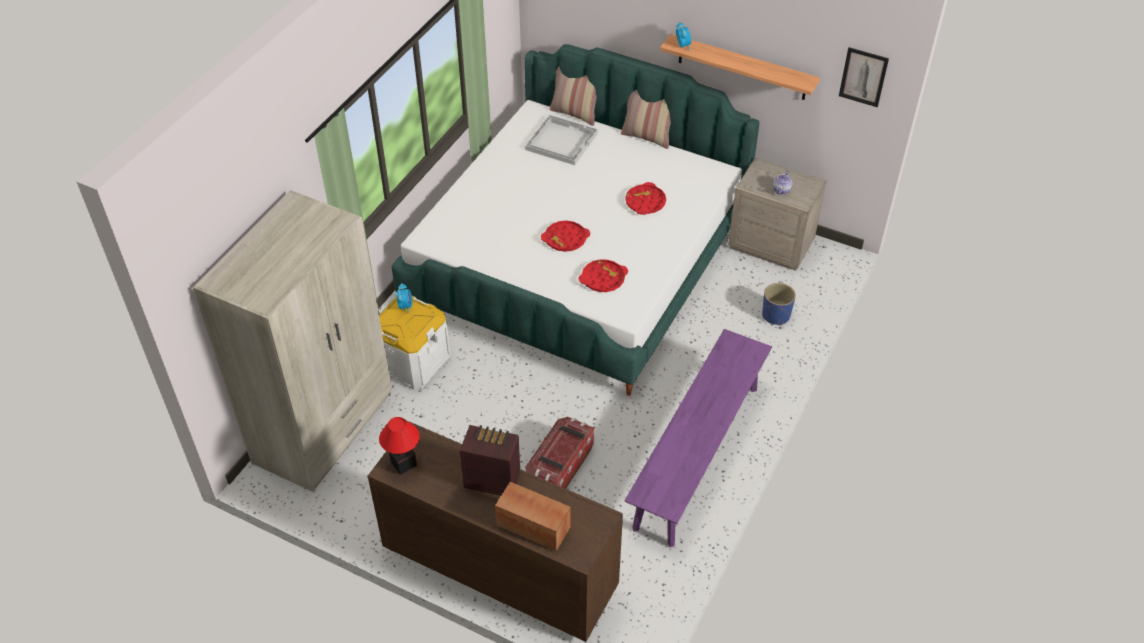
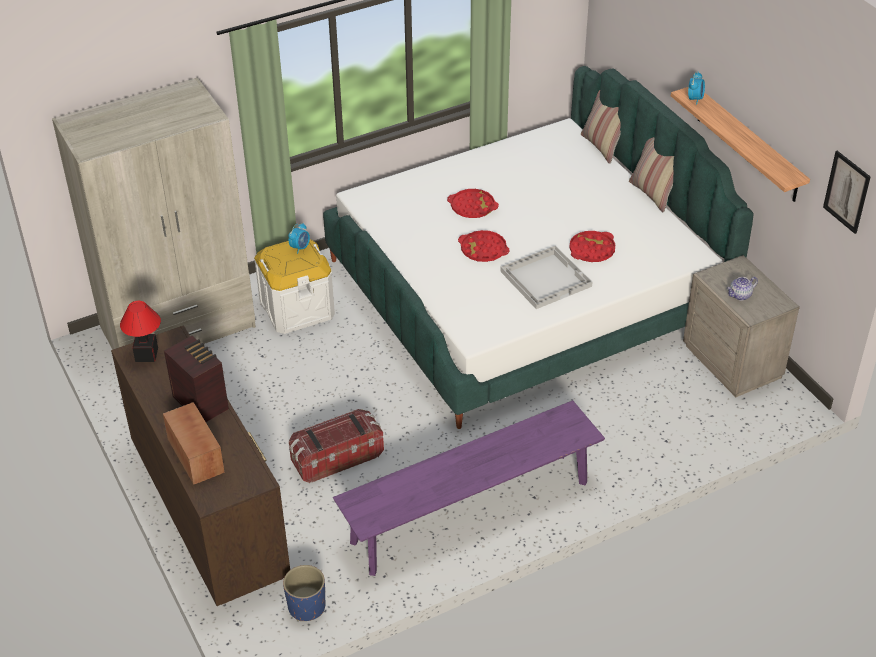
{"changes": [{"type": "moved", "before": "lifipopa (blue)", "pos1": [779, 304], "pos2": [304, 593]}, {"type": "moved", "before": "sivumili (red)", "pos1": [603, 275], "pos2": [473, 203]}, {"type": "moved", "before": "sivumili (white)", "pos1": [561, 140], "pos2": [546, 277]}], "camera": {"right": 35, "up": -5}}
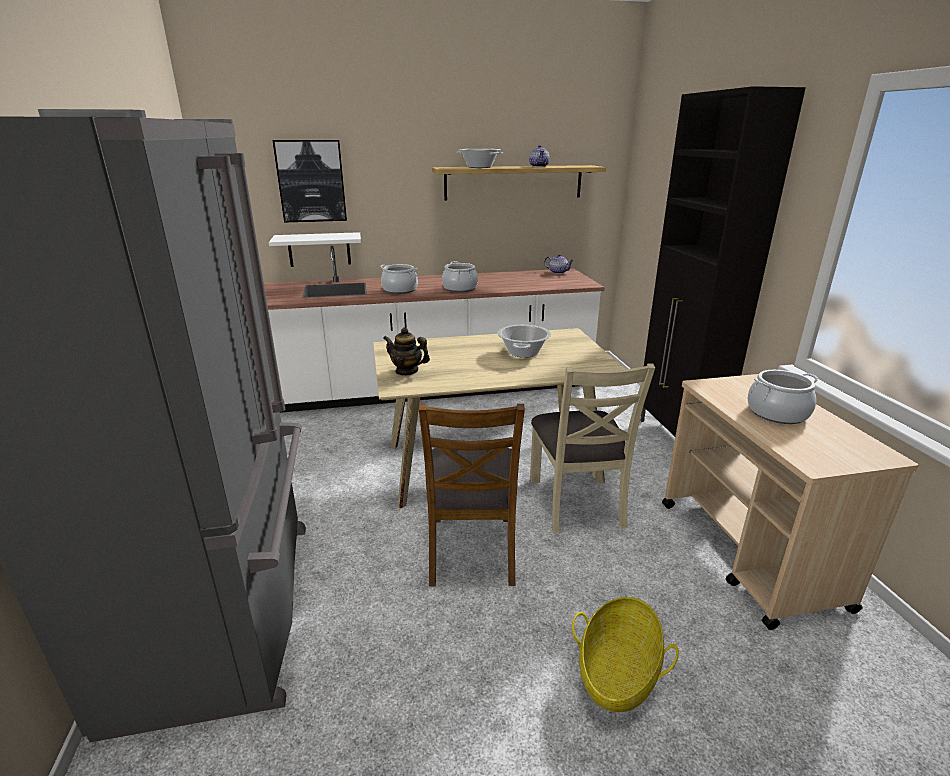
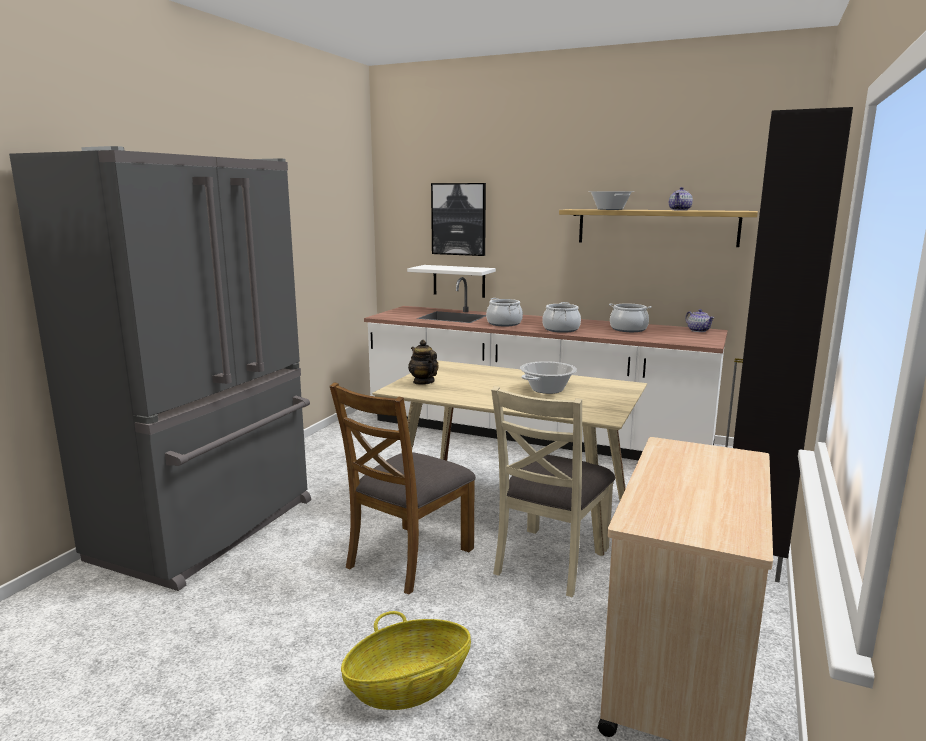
{"changes": [{"type": "moved", "before": "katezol", "pos1": [783, 397], "pos2": [630, 317]}], "camera": {"right": 35, "up": -10}}
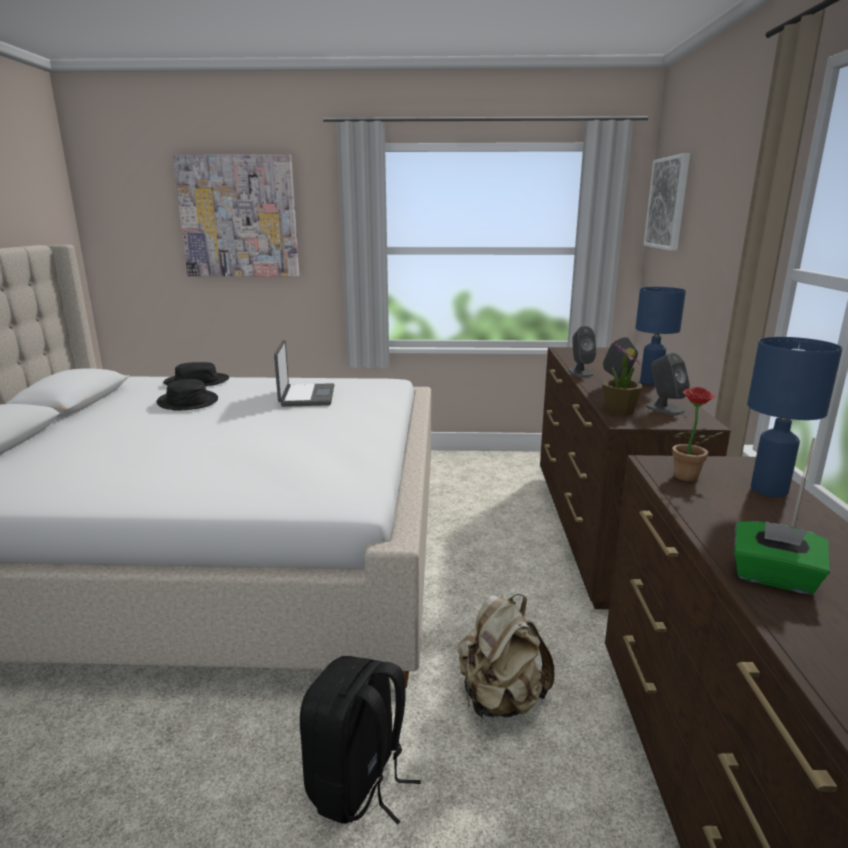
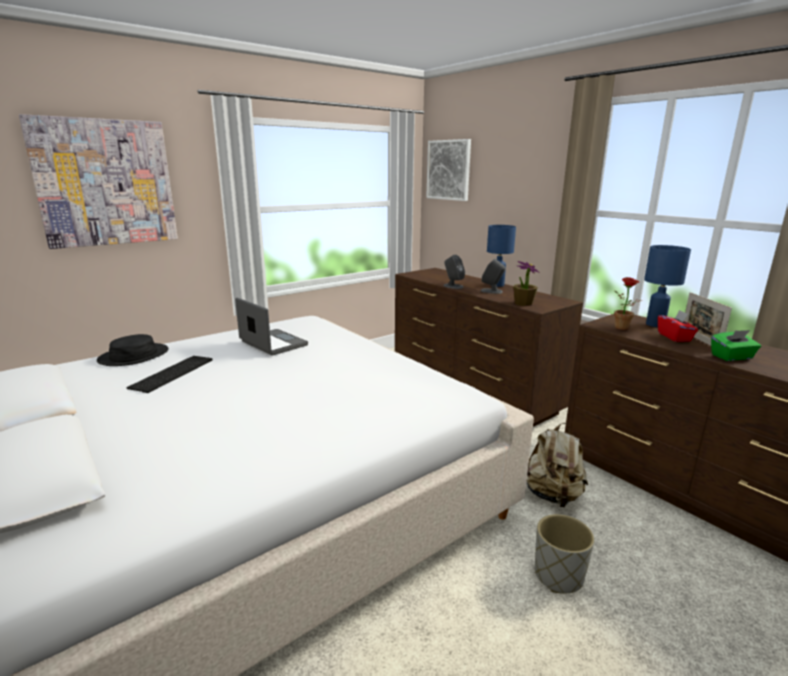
{"changes": [{"type": "replaced", "before": "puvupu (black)", "after": "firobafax", "pos1": [187, 395], "pos2": [169, 374]}, {"type": "replaced", "before": "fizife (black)", "after": "lifipopa (grey)", "pos1": [360, 740], "pos2": [564, 553]}, {"type": "added", "after": "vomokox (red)", "pos2": [678, 326]}, {"type": "removed", "before": "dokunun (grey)", "pos1": [668, 383]}], "camera": {"right": -40, "up": 0}}
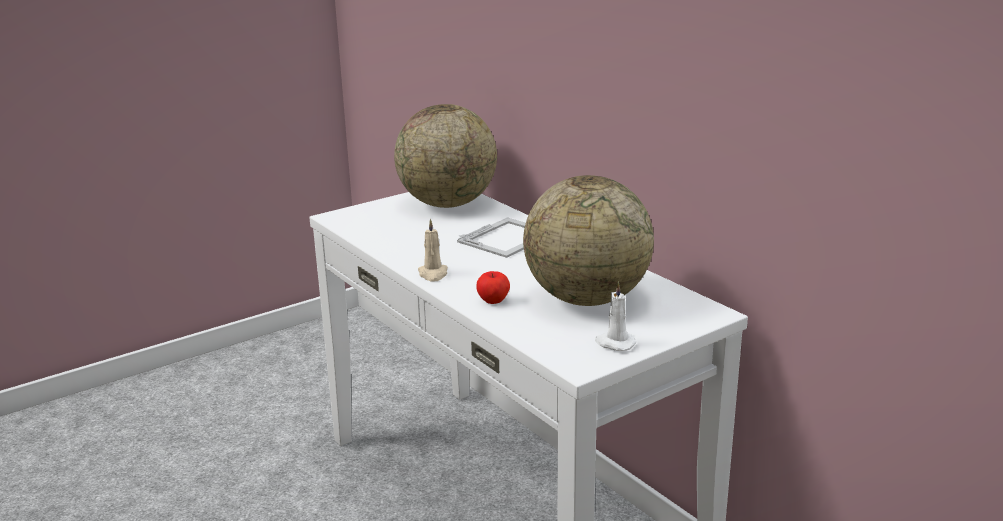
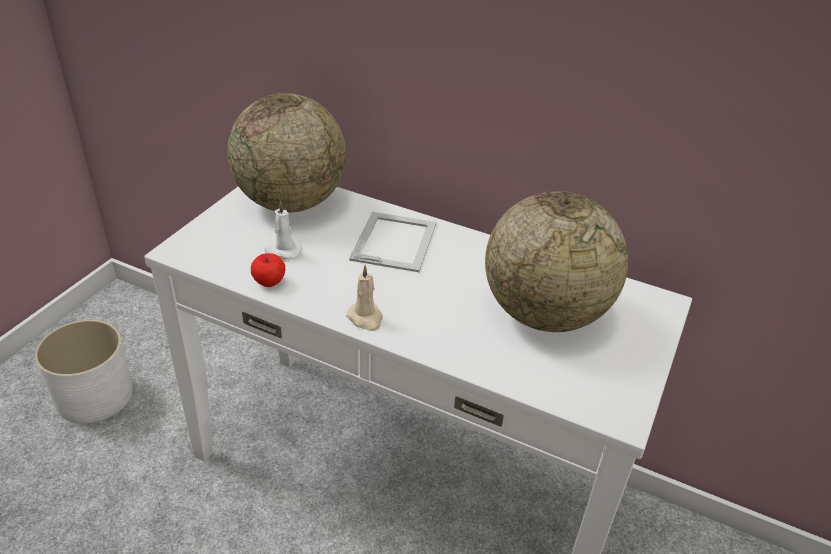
{"changes": [{"type": "added", "after": "lifipopa (white)", "pos2": [84, 372]}, {"type": "moved", "before": "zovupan", "pos1": [493, 287], "pos2": [268, 270]}, {"type": "moved", "before": "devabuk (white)", "pos1": [615, 316], "pos2": [283, 230]}], "camera": {"right": -30, "up": 15}}
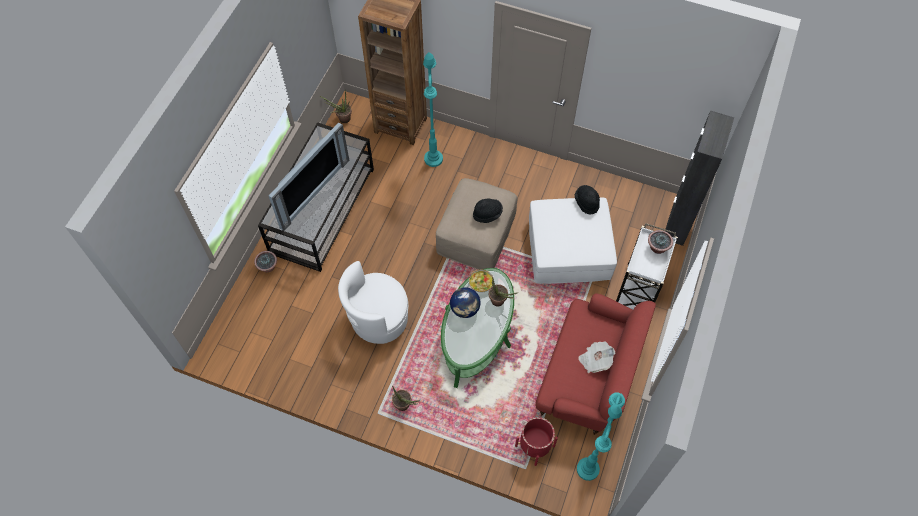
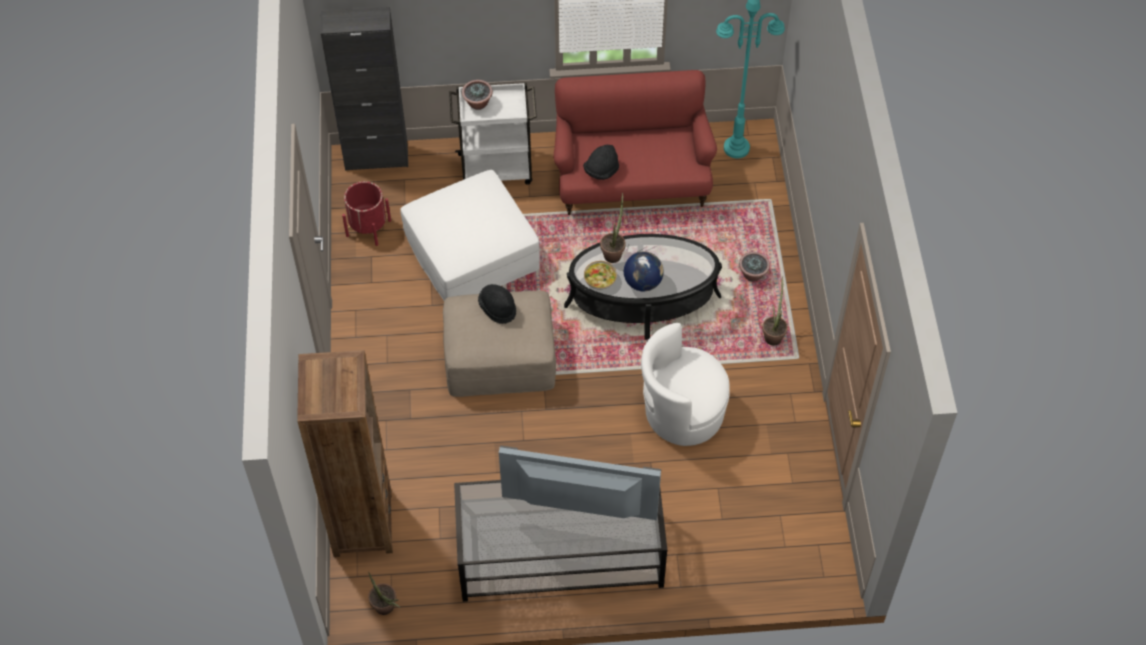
{"changes": [{"type": "moved", "before": "lifipopa (red)", "pos1": [536, 441], "pos2": [366, 213]}, {"type": "recoloured", "before": "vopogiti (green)", "after": "vopogiti (black)", "pos1": [477, 328], "pos2": [643, 287]}, {"type": "moved", "before": "puvupu (black)", "pos1": [587, 199], "pos2": [601, 162]}, {"type": "turned", "before": "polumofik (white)", "pos1": [373, 302], "pos2": [685, 384], "turn": 135}, {"type": "moved", "before": "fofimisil", "pos1": [265, 261], "pos2": [754, 267]}, {"type": "removed", "before": "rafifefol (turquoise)", "pos1": [433, 109]}, {"type": "removed", "before": "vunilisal", "pos1": [596, 357]}], "camera": {"right": -115, "up": -5}}
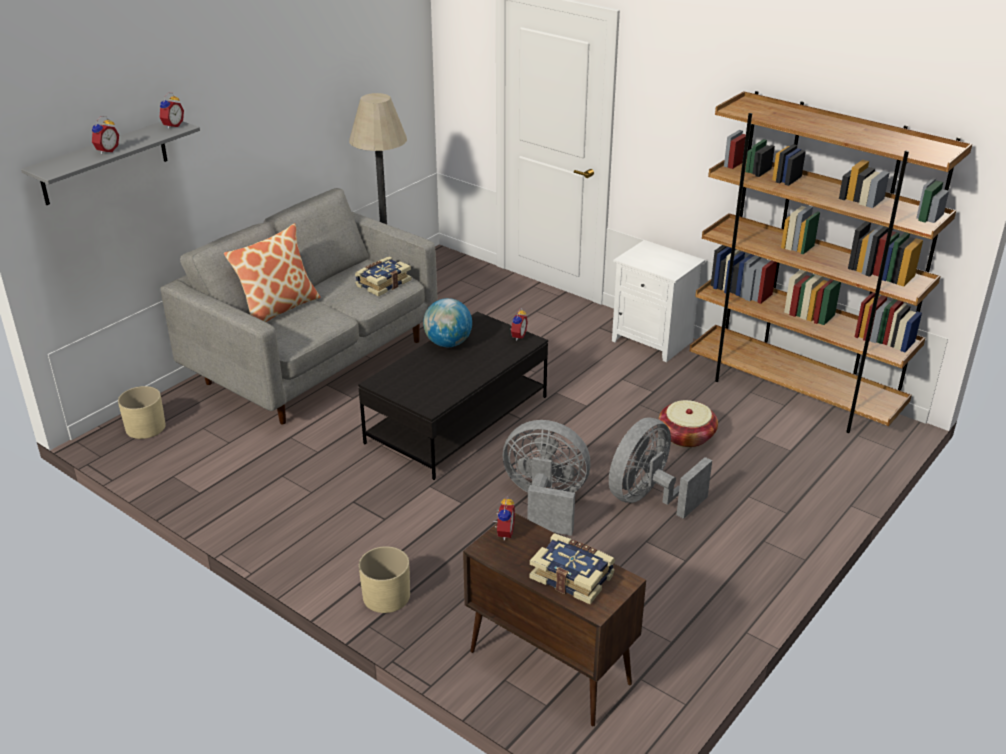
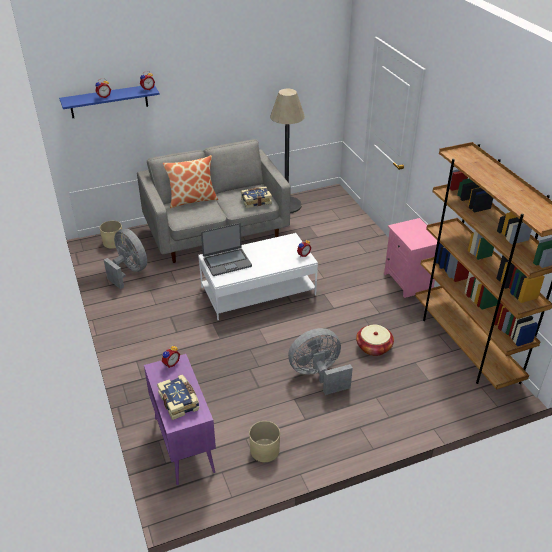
{"changes": [{"type": "recoloured", "before": "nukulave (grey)", "after": "nukulave (blue)", "pos1": [110, 163], "pos2": [109, 101]}, {"type": "moved", "before": "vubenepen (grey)", "pos1": [546, 478], "pos2": [125, 258]}, {"type": "recoloured", "before": "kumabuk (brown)", "after": "kumabuk (purple)", "pos1": [554, 620], "pos2": [180, 419]}, {"type": "recoloured", "before": "vopogiti (black)", "after": "vopogiti (white)", "pos1": [453, 396], "pos2": [258, 276]}, {"type": "added", "after": "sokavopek", "pos2": [226, 249]}, {"type": "moved", "before": "lifipopa (beige)", "pos1": [384, 579], "pos2": [264, 441]}, {"type": "recoloured", "before": "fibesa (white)", "after": "fibesa (pink)", "pos1": [658, 301], "pos2": [410, 258]}, {"type": "removed", "before": "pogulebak", "pos1": [447, 322]}], "camera": {"right": 30, "up": 5}}
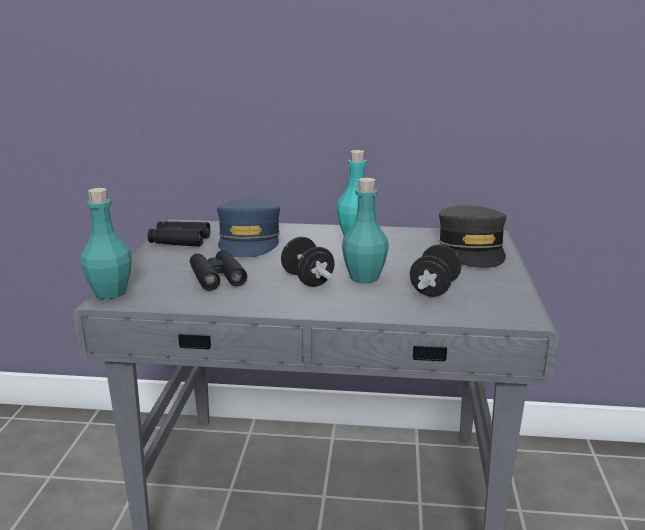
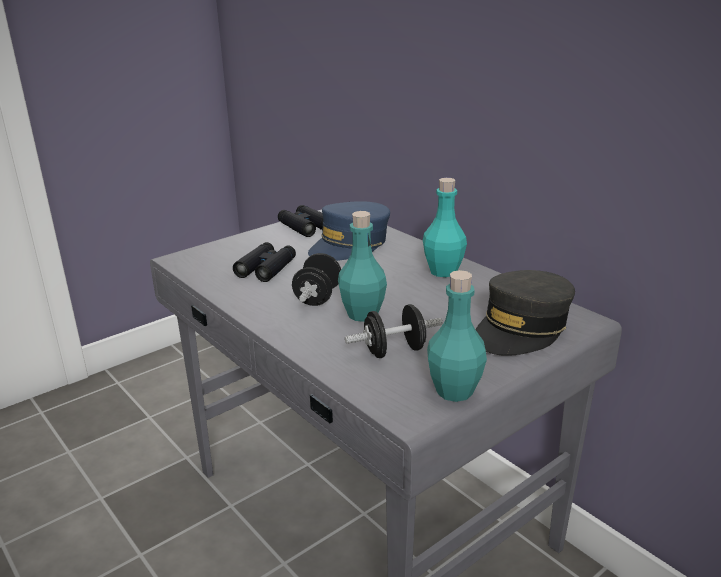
{"changes": [{"type": "moved", "before": "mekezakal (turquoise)", "pos1": [106, 243], "pos2": [457, 336]}], "camera": {"right": 45, "up": 5}}
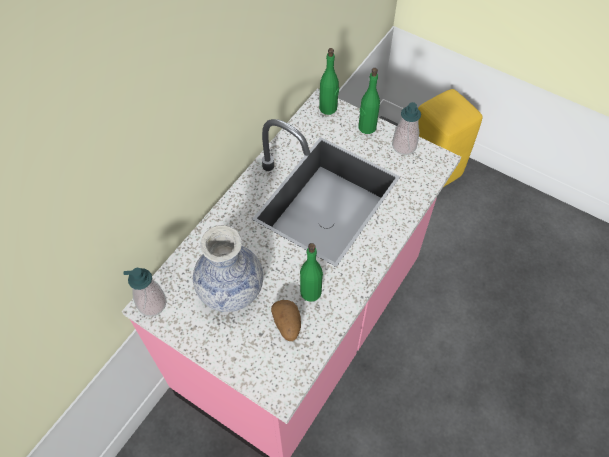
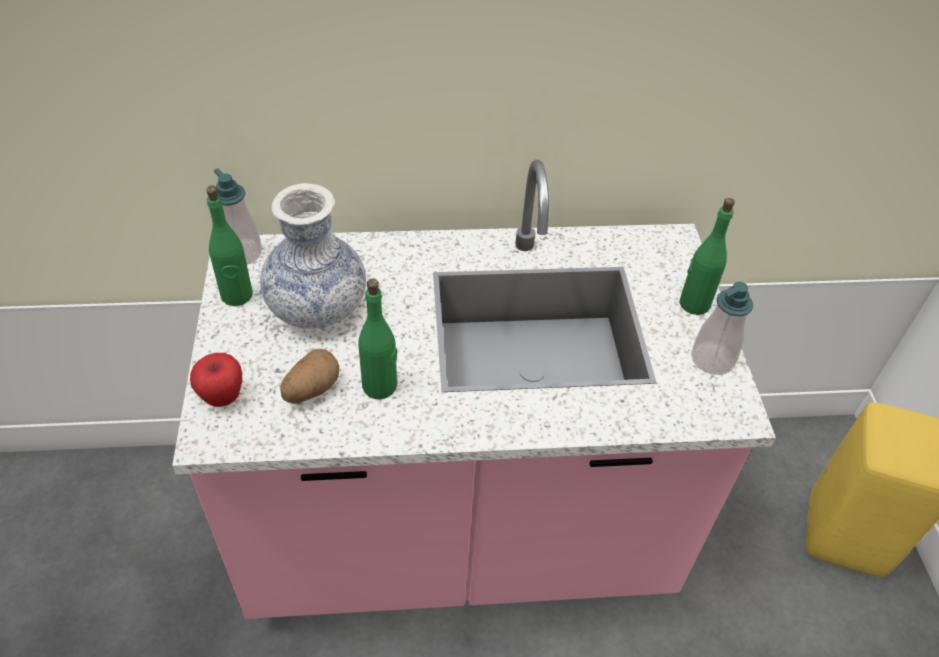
{"changes": [{"type": "added", "after": "zovupan", "pos2": [216, 380]}, {"type": "moved", "before": "mekezakal (green)", "pos1": [329, 81], "pos2": [229, 246]}], "camera": {"right": 50, "up": -10}}
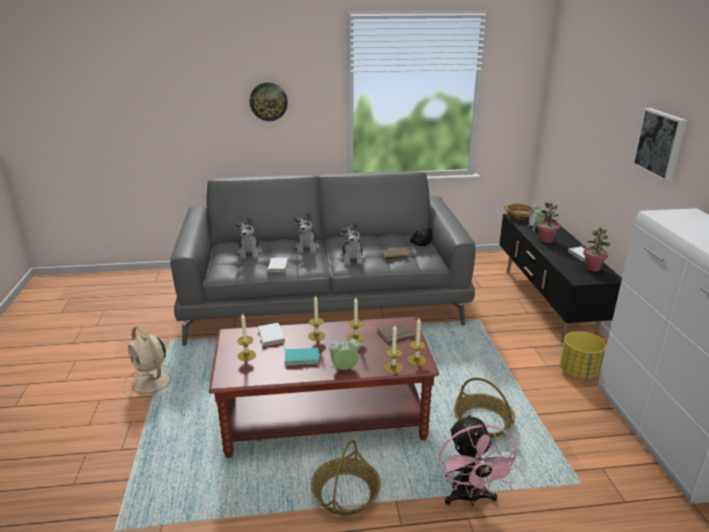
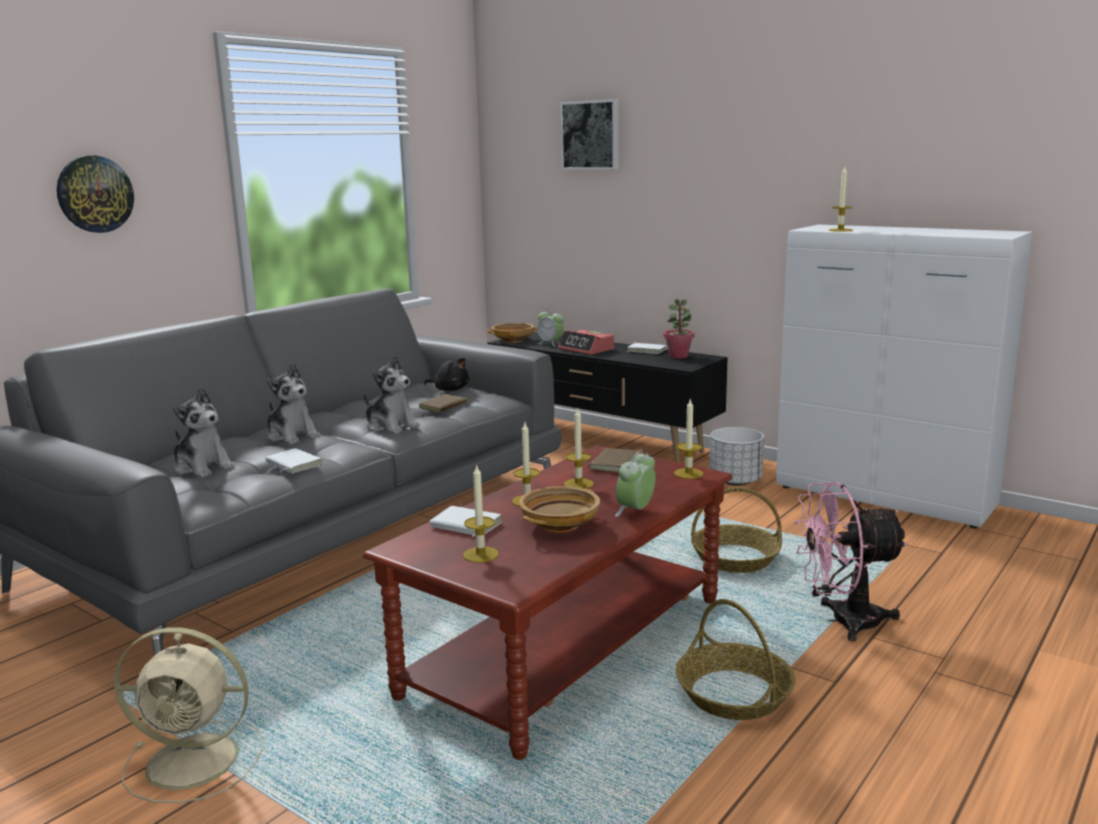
{"changes": [{"type": "replaced", "before": "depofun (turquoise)", "after": "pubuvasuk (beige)", "pos1": [301, 355], "pos2": [559, 509]}, {"type": "replaced", "before": "fofimisil", "after": "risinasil", "pos1": [549, 222], "pos2": [586, 342]}, {"type": "moved", "before": "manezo", "pos1": [659, 144], "pos2": [589, 134]}, {"type": "recoloured", "before": "lifipopa (yellow)", "after": "lifipopa (white)", "pos1": [583, 355], "pos2": [737, 456]}, {"type": "turned", "before": "vubenepen (pink)", "pos1": [480, 460], "pos2": [851, 561], "turn": 135}, {"type": "moved", "before": "devabuk", "pos1": [393, 349], "pos2": [841, 199]}], "camera": {"right": -45, "up": -10}}
